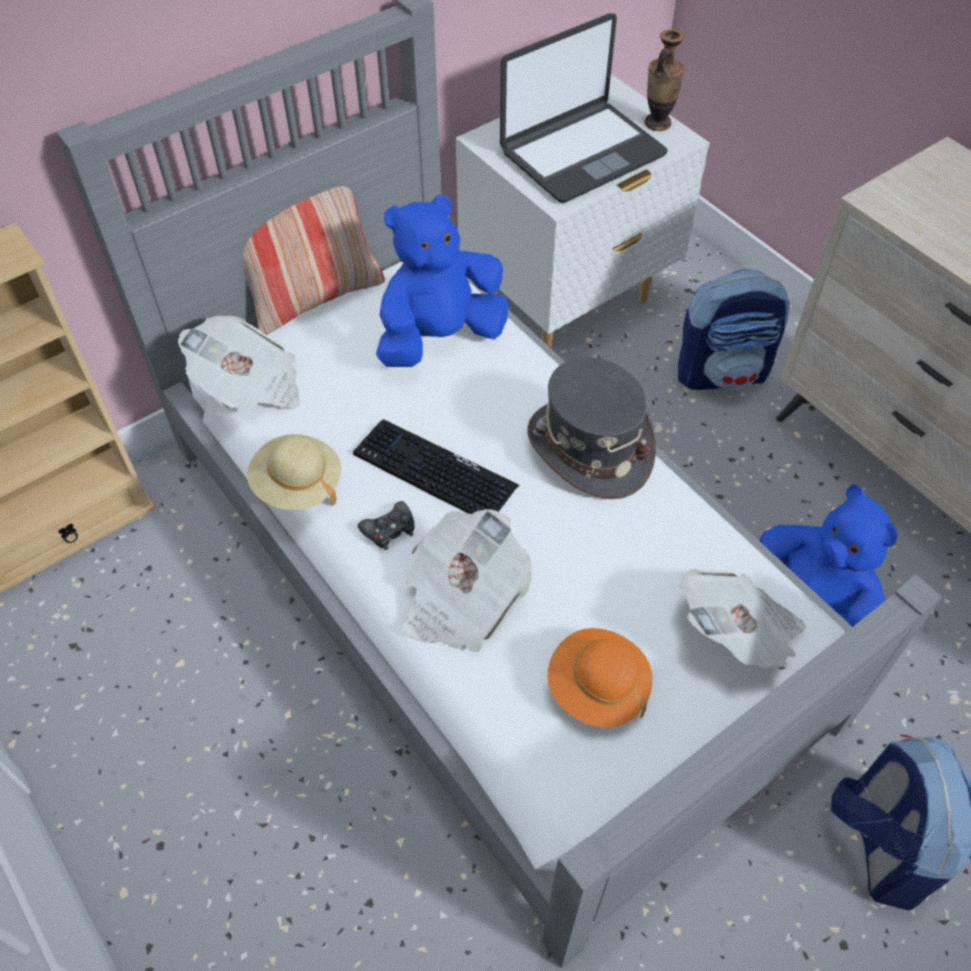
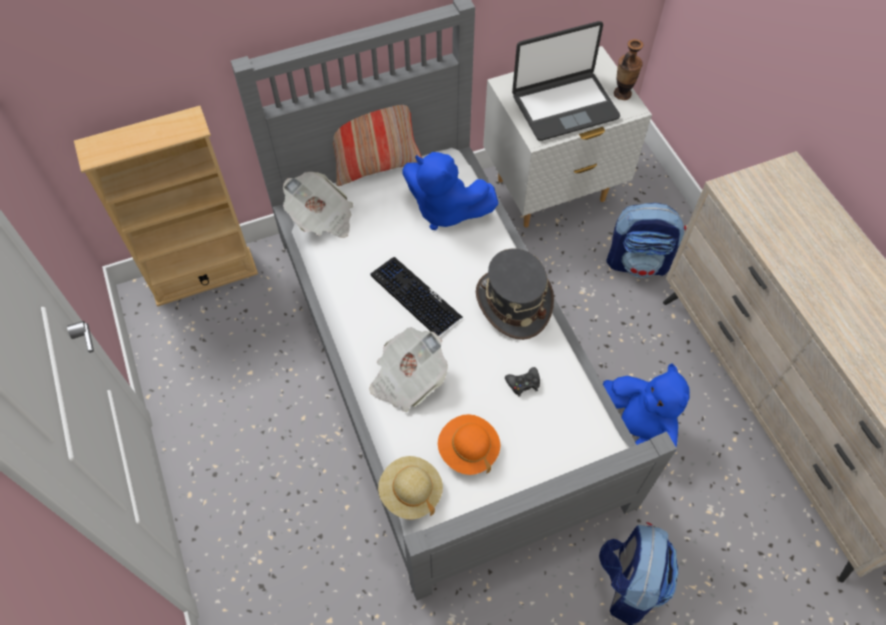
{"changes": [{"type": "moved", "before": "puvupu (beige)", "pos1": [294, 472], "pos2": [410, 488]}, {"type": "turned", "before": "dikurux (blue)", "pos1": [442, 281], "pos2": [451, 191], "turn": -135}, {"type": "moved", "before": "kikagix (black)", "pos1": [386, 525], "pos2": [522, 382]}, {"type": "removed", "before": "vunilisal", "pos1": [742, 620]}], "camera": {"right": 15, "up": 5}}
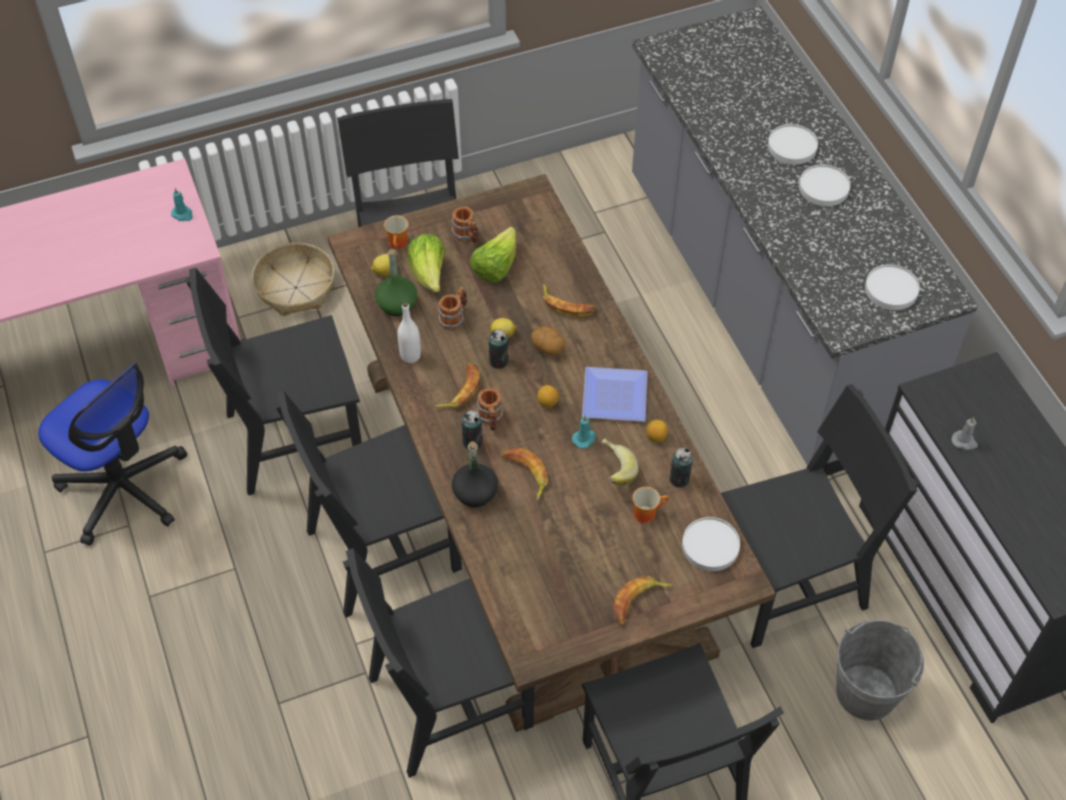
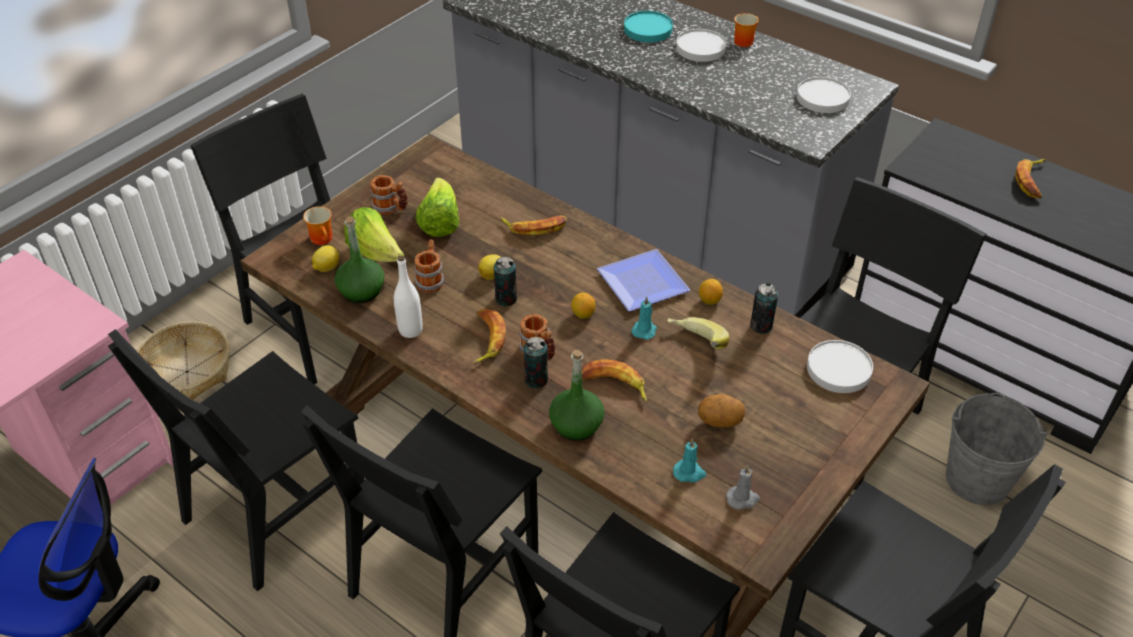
{"changes": [{"type": "recoloured", "before": "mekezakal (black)", "after": "mekezakal (green)", "pos1": [475, 474], "pos2": [576, 395]}, {"type": "recoloured", "before": "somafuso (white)", "after": "somafuso (turquoise)", "pos1": [793, 144], "pos2": [648, 26]}, {"type": "moved", "before": "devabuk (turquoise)", "pos1": [182, 204], "pos2": [690, 460]}, {"type": "moved", "before": "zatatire", "pos1": [548, 341], "pos2": [721, 410]}, {"type": "moved", "before": "devabuk (grey)", "pos1": [964, 433], "pos2": [743, 487]}, {"type": "moved", "before": "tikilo", "pos1": [650, 505], "pos2": [746, 30]}, {"type": "moved", "before": "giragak", "pos1": [643, 600], "pos2": [1030, 178]}], "camera": {"right": -30, "up": -10}}
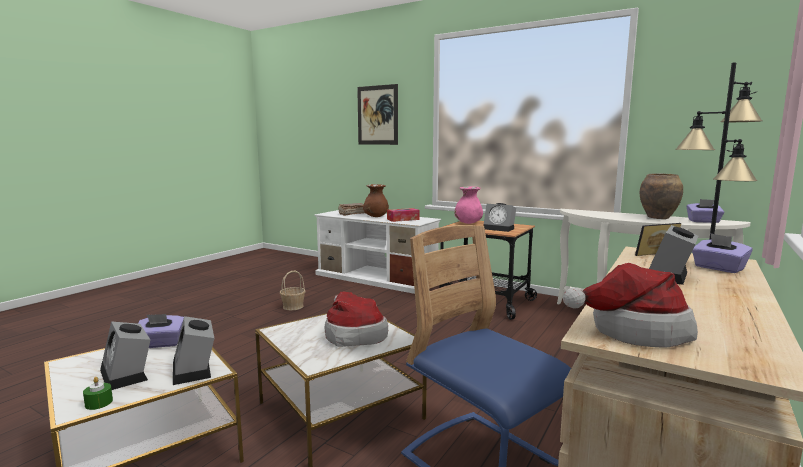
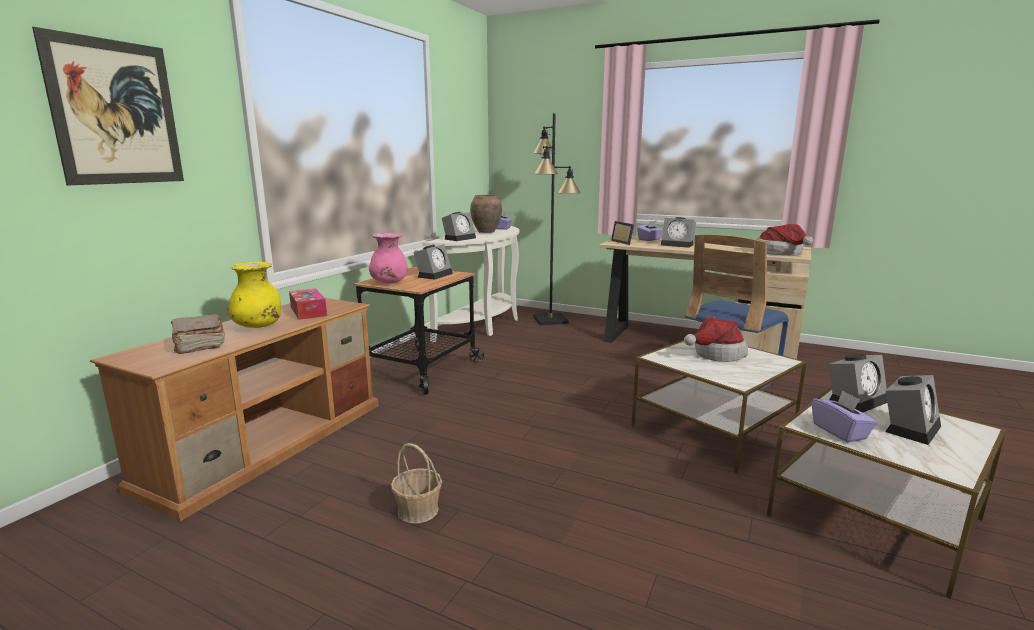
{"changes": [{"type": "recoloured", "before": "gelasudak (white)", "after": "gelasudak (brown)", "pos1": [377, 252], "pos2": [234, 409]}, {"type": "recoloured", "before": "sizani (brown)", "after": "sizani (yellow)", "pos1": [376, 200], "pos2": [254, 295]}, {"type": "added", "after": "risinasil", "pos2": [459, 226]}, {"type": "removed", "before": "devabuk (green)", "pos1": [98, 393]}], "camera": {"right": -95, "up": 5}}
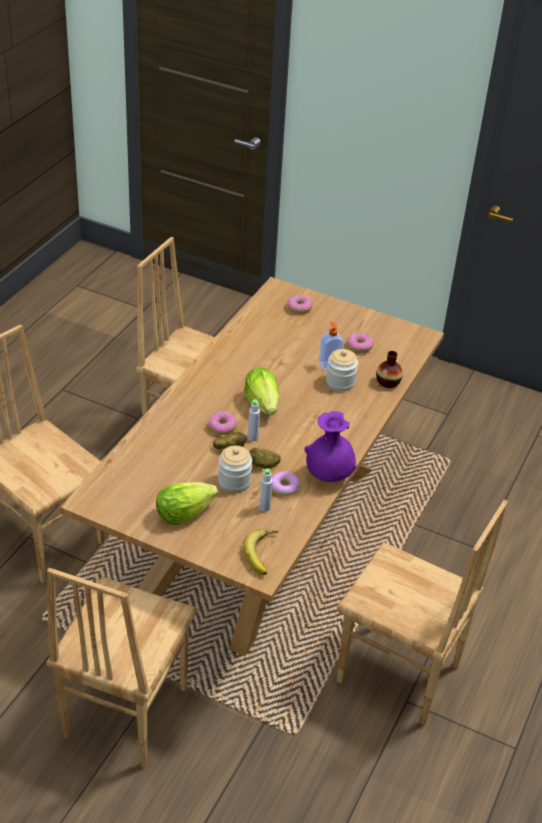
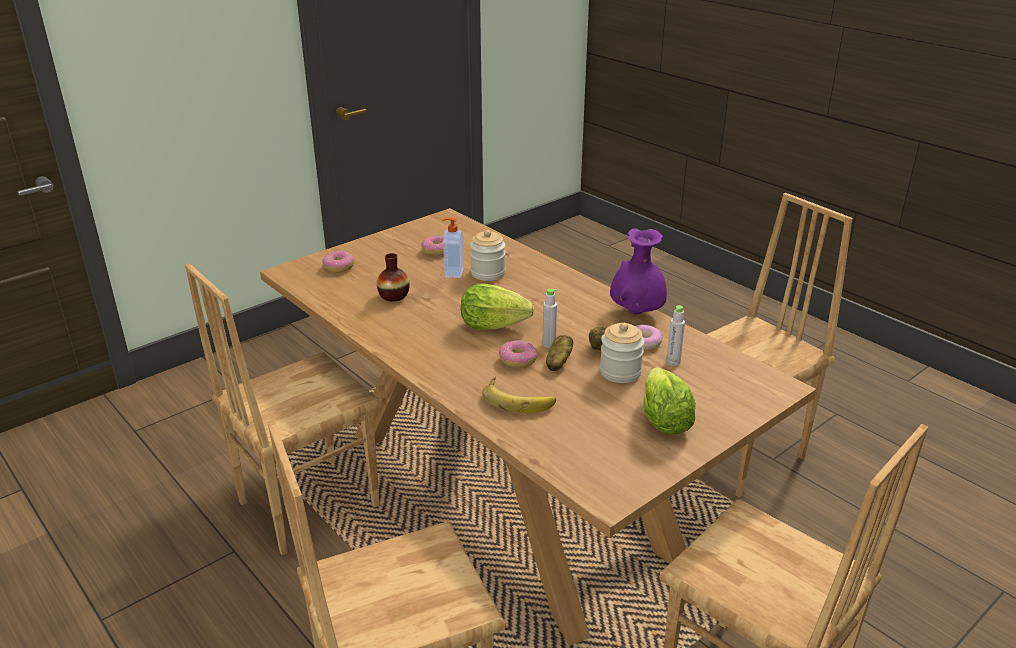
{"changes": [{"type": "moved", "before": "sizani", "pos1": [389, 369], "pos2": [393, 277]}, {"type": "moved", "before": "giragak", "pos1": [261, 552], "pos2": [519, 394]}], "camera": {"right": -65, "up": -10}}
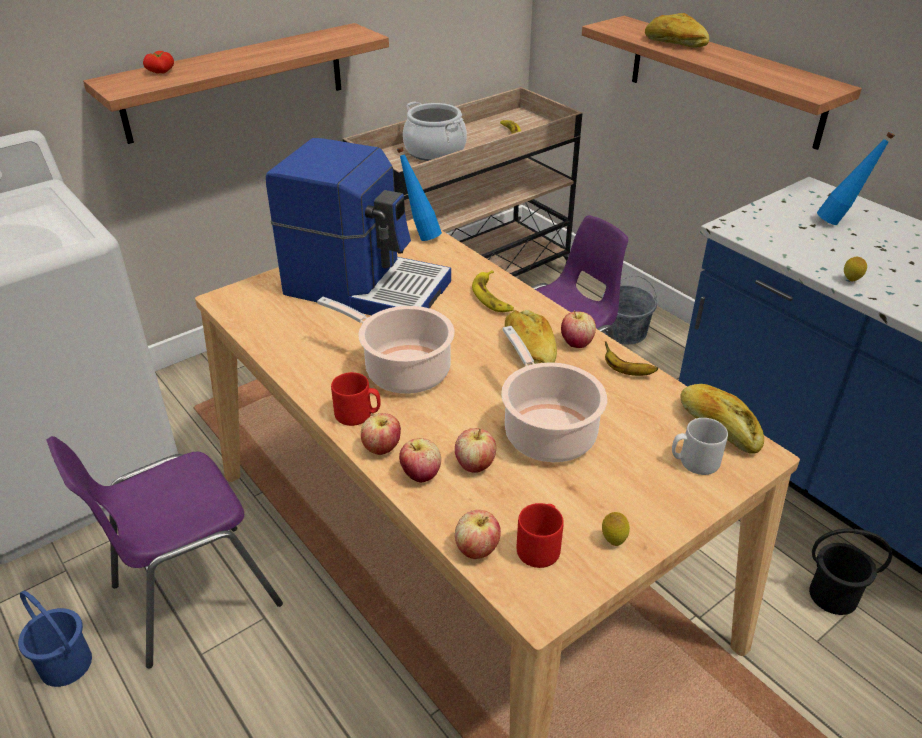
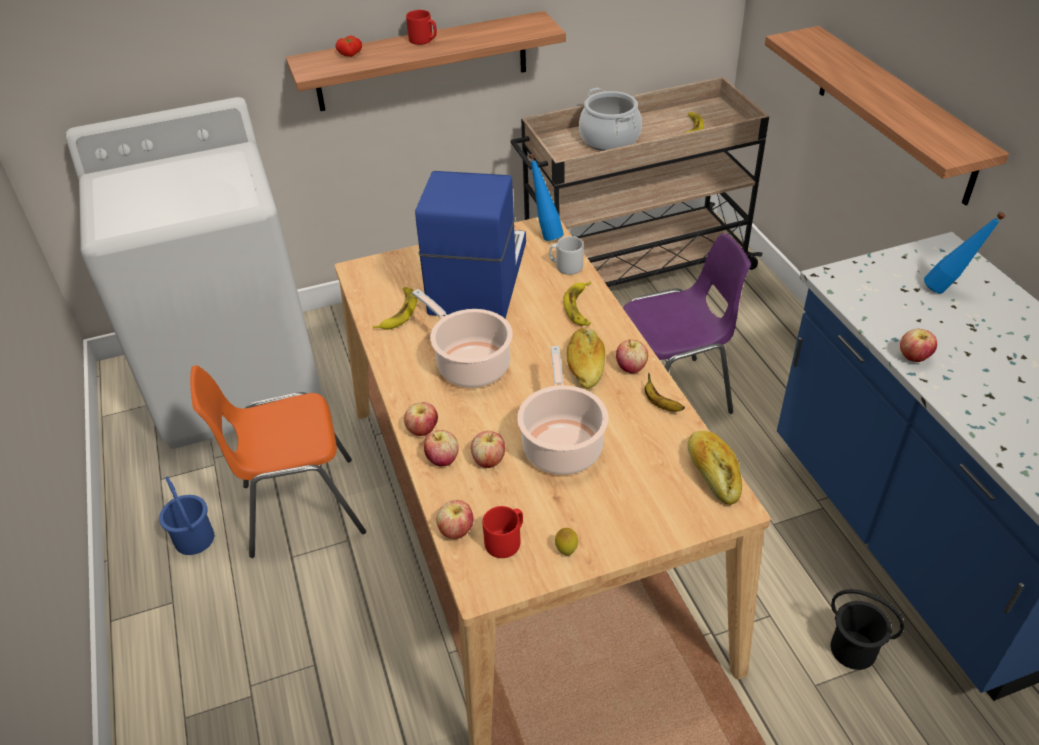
{"changes": [{"type": "recoloured", "before": "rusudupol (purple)", "after": "rusudupol (orange)", "pos1": [164, 552], "pos2": [278, 461]}, {"type": "added", "after": "giragak", "pos2": [394, 308]}, {"type": "moved", "before": "tikilo (red)", "pos1": [356, 399], "pos2": [421, 27]}, {"type": "turned", "before": "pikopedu", "pos1": [358, 226], "pos2": [470, 245], "turn": -120}, {"type": "moved", "before": "tikilo (grey)", "pos1": [700, 446], "pos2": [566, 255]}, {"type": "replaced", "before": "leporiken", "after": "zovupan", "pos1": [855, 269], "pos2": [918, 345]}, {"type": "removed", "before": "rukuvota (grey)", "pos1": [629, 310]}, {"type": "removed", "before": "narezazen", "pos1": [677, 30]}], "camera": {"right": 20, "up": 5}}
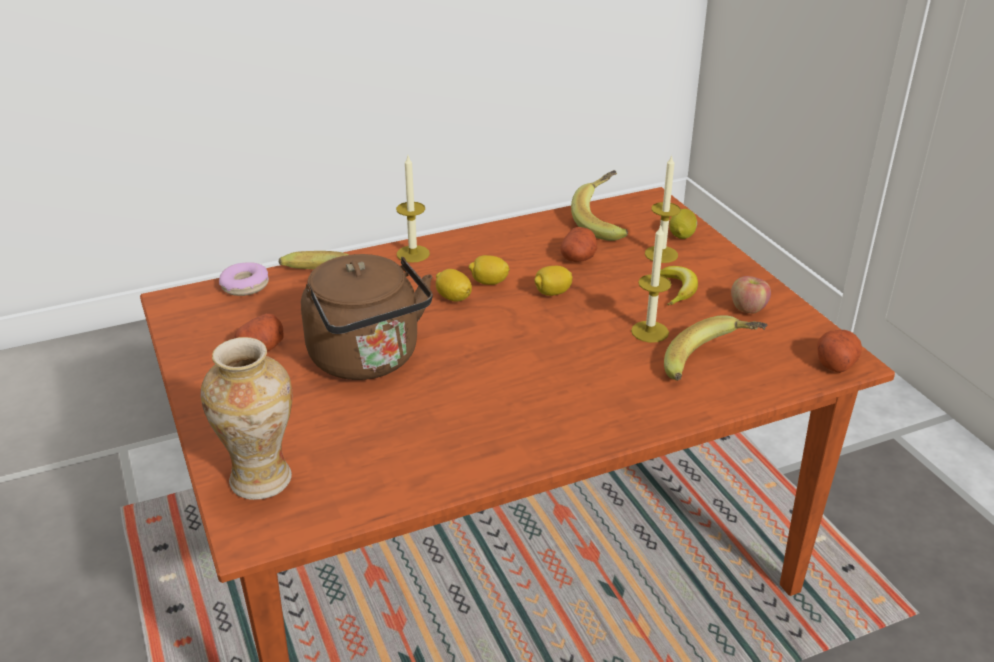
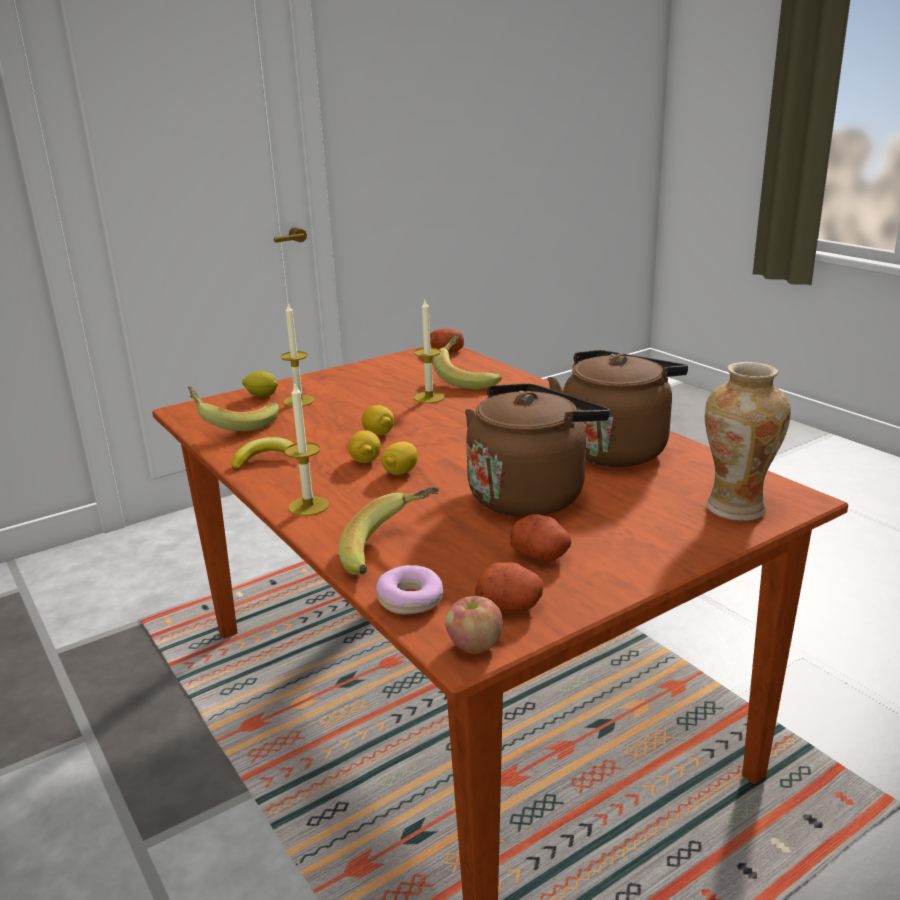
{"changes": [{"type": "moved", "before": "giragak", "pos1": [679, 285], "pos2": [265, 454]}, {"type": "moved", "before": "zovupan", "pos1": [751, 294], "pos2": [474, 625]}, {"type": "moved", "before": "zatatire", "pos1": [578, 244], "pos2": [509, 586]}, {"type": "added", "after": "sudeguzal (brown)", "pos2": [617, 408]}], "camera": {"right": -100, "up": -10}}
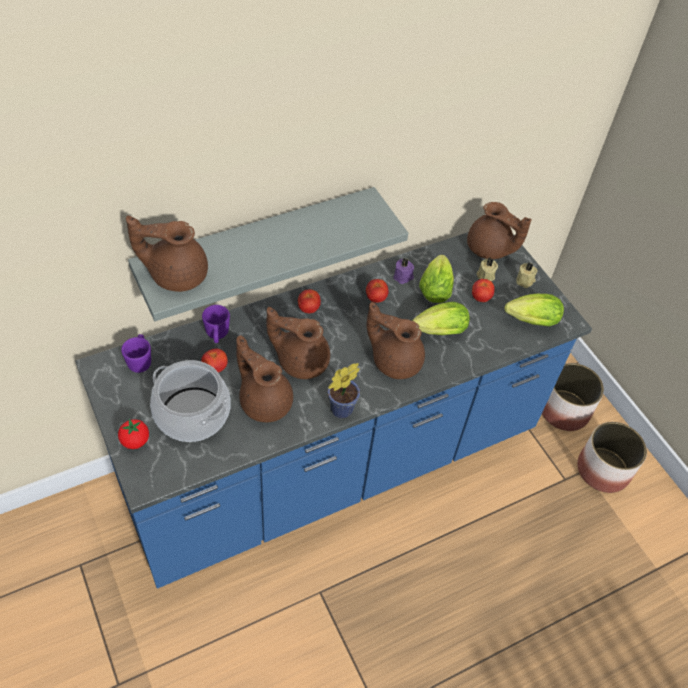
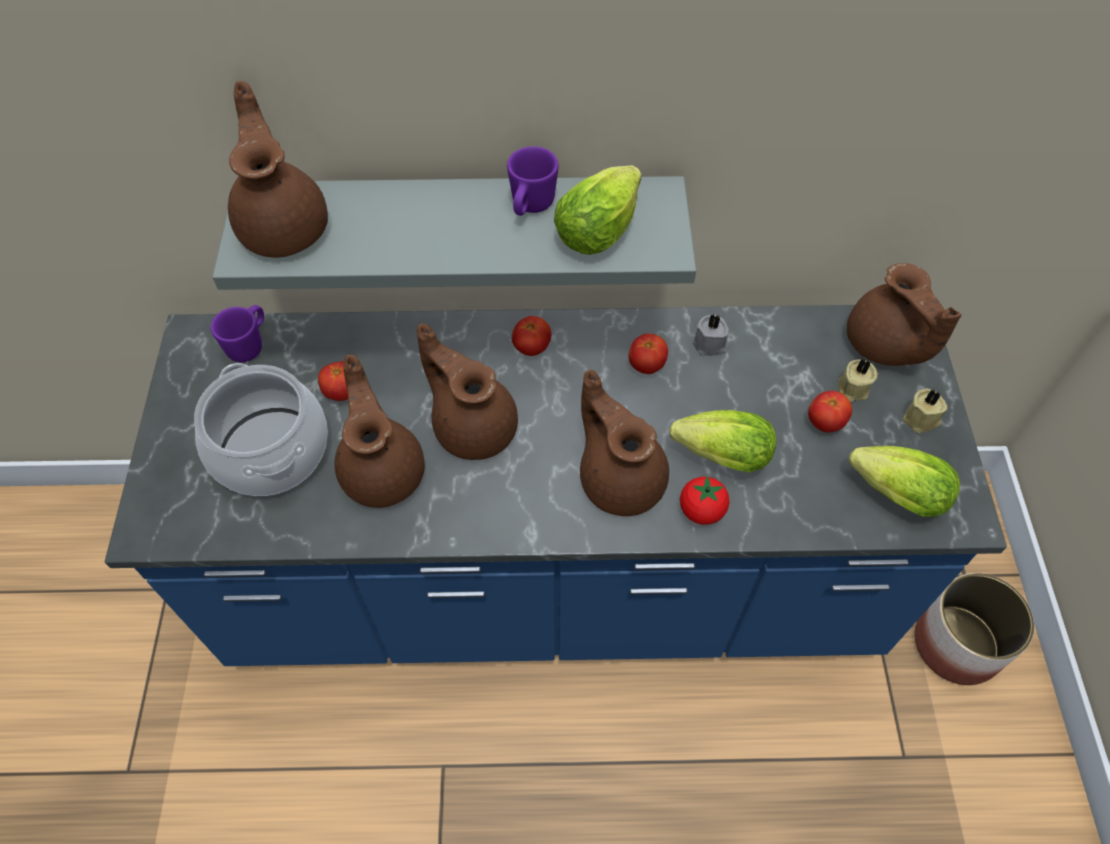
{"changes": [{"type": "turned", "before": "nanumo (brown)", "pos1": [167, 254], "pos2": [278, 169], "turn": 45}, {"type": "moved", "before": "tikilo (purple)", "pos1": [216, 324], "pos2": [532, 181]}, {"type": "moved", "before": "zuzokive", "pos1": [436, 278], "pos2": [598, 210]}, {"type": "moved", "before": "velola", "pos1": [133, 434], "pos2": [704, 500]}, {"type": "recoloured", "before": "devabuk (purple)", "after": "devabuk (grey)", "pos1": [403, 271], "pos2": [711, 335]}, {"type": "removed", "before": "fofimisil", "pos1": [343, 390]}, {"type": "removed", "before": "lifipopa", "pos1": [612, 457]}], "camera": {"right": 30, "up": 5}}
